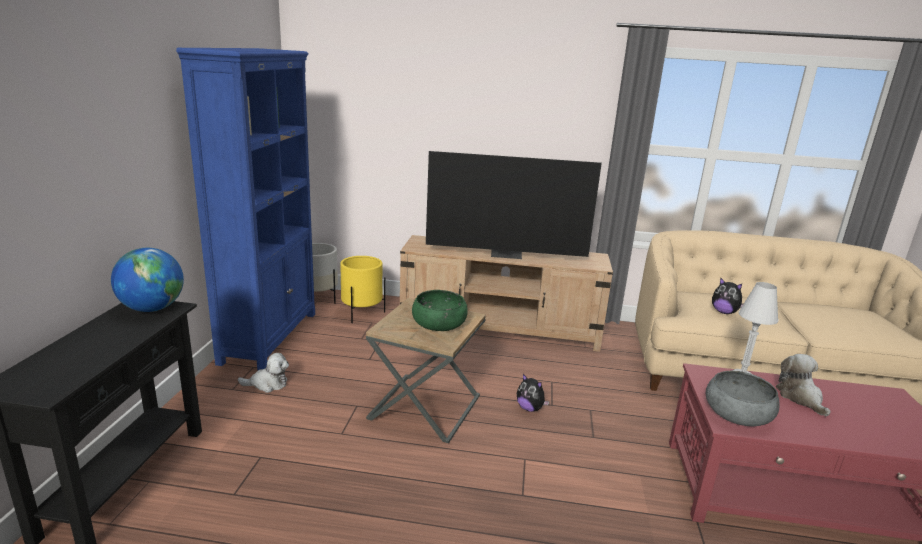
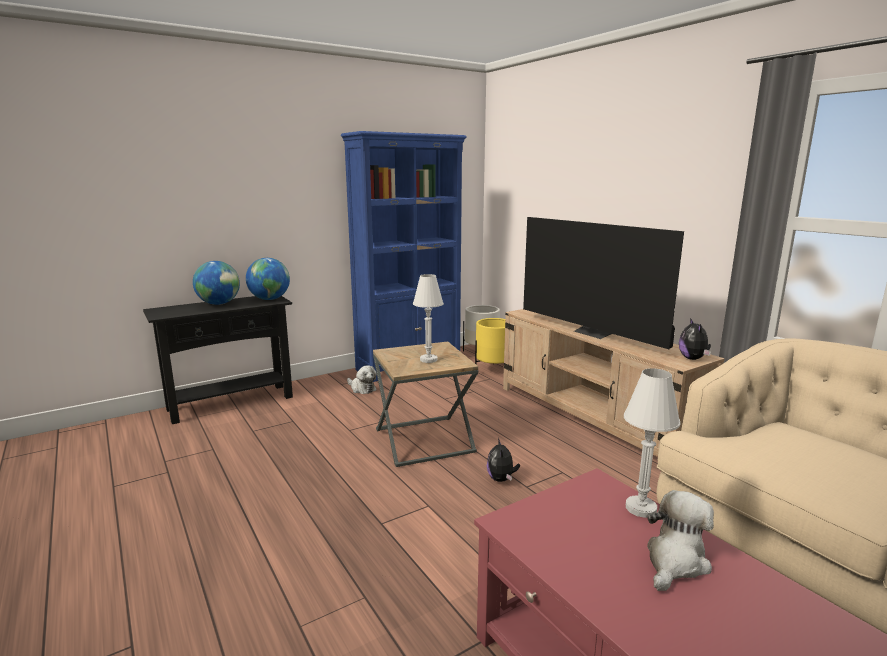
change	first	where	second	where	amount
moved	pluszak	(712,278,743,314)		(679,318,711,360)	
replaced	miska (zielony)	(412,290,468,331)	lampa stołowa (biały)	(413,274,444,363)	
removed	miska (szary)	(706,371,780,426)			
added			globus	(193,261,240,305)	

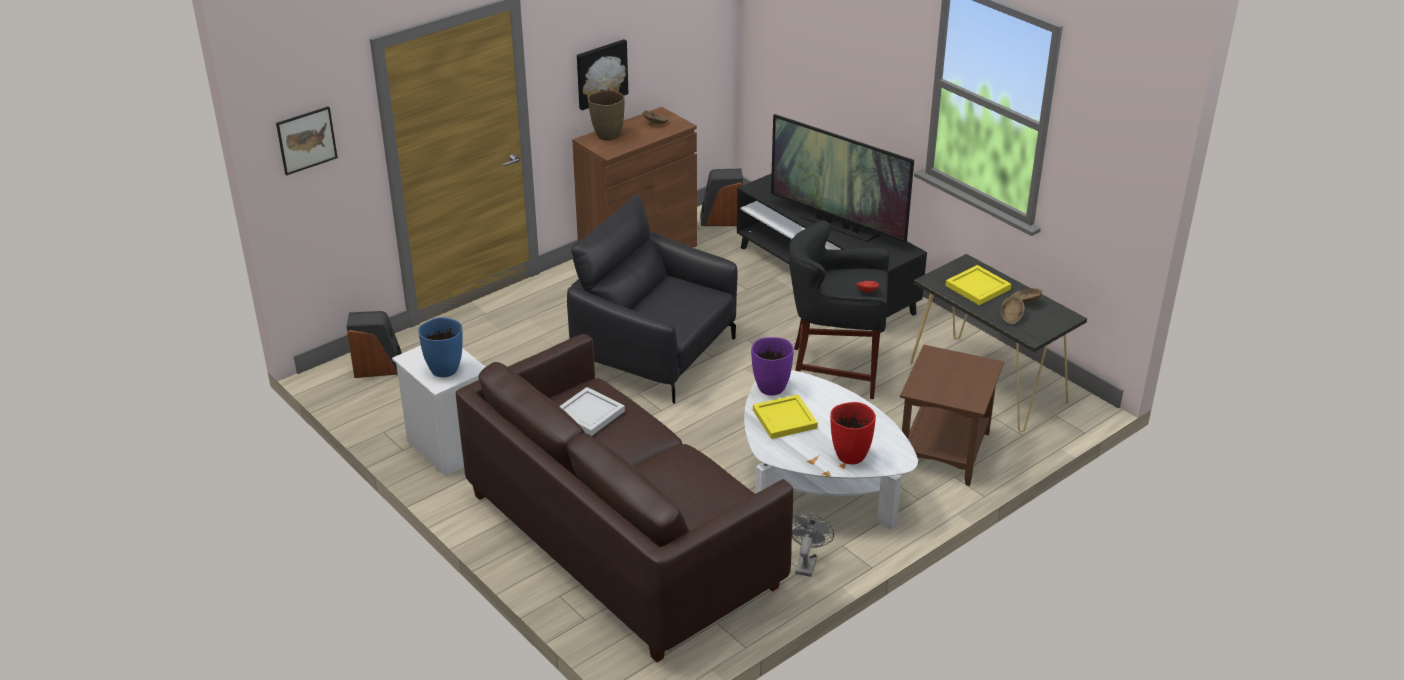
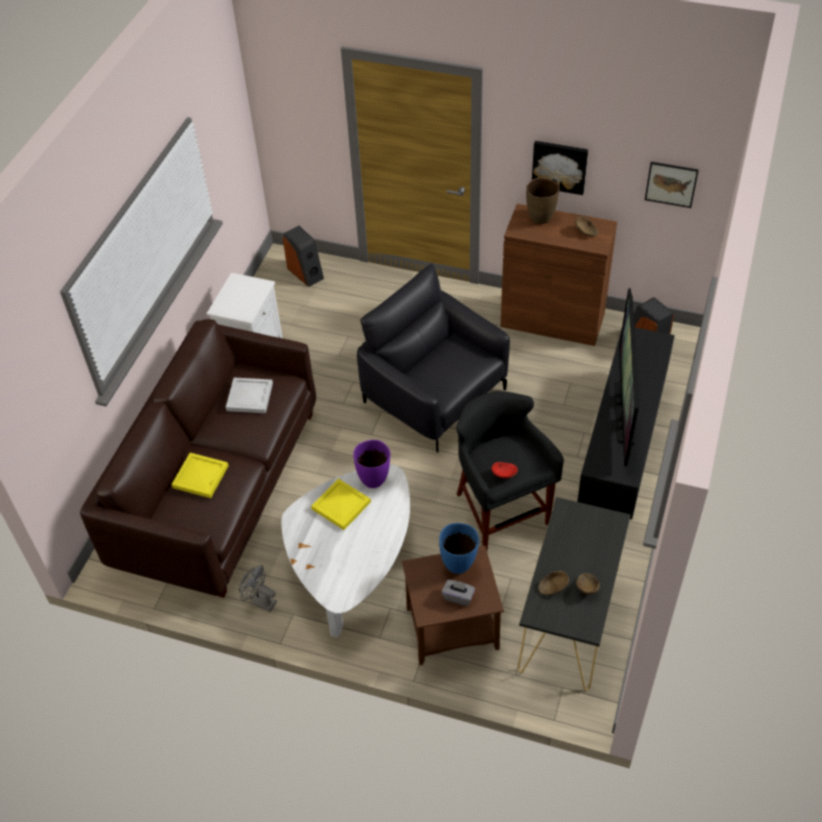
change	first	where	second	where	amount
moved	obraz	(276,106,338,176)		(645,162,699,208)	
turned	fotel (czarny)	(567,193,738,403)		(357,263,510,453)	45 degrees counterclockwise
moved	taca (żółty)	(945,265,1011,305)		(171,453,229,498)	
moved	wazon (niebieski)	(418,317,463,377)		(439,523,479,574)	
removed	wazon (czerwony)	(830,402,876,464)			
turned	wentylator (szary)	(792,514,834,577)		(239,565,277,612)	135 degrees counterclockwise
added			pudełko chusteczek (szary)	(441,580,475,606)	

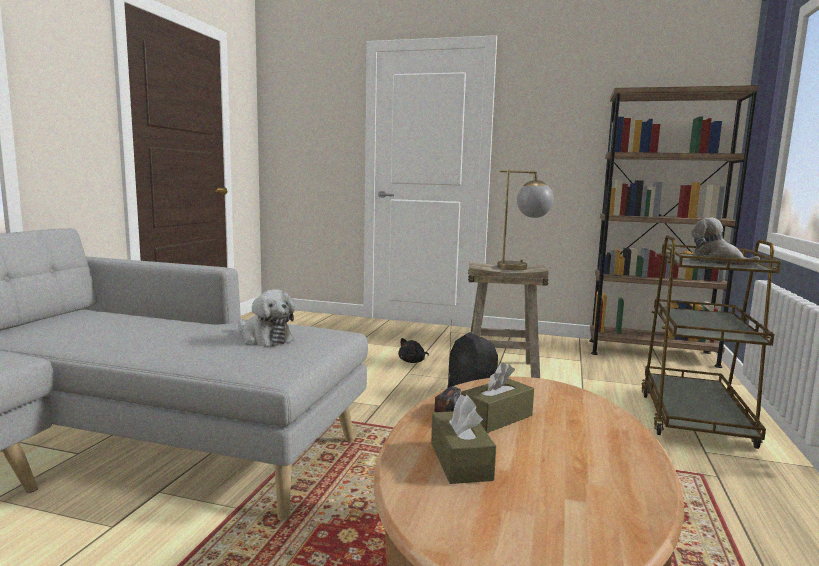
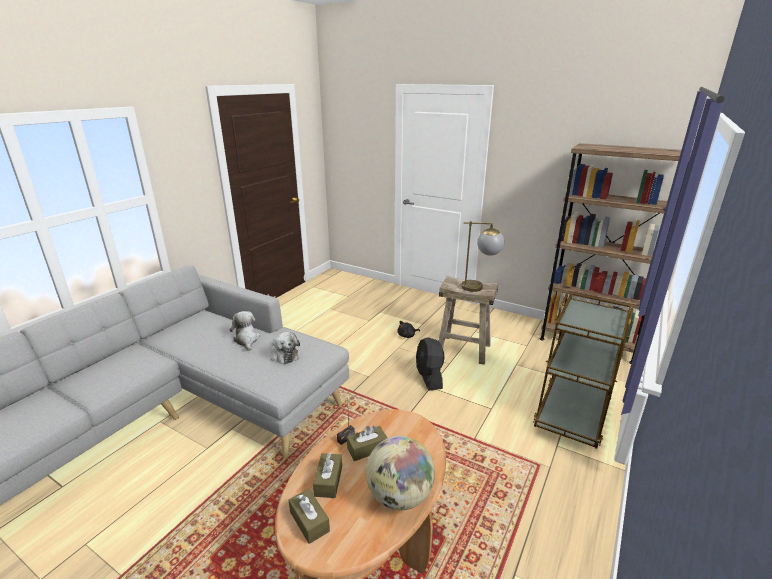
change	first	where	second	where	amount
moved	pluszak	(689,218,760,266)		(230,311,260,351)	
added			globus	(366,436,435,510)	
added			pudełko chusteczek (brązowy)	(289,489,330,544)	

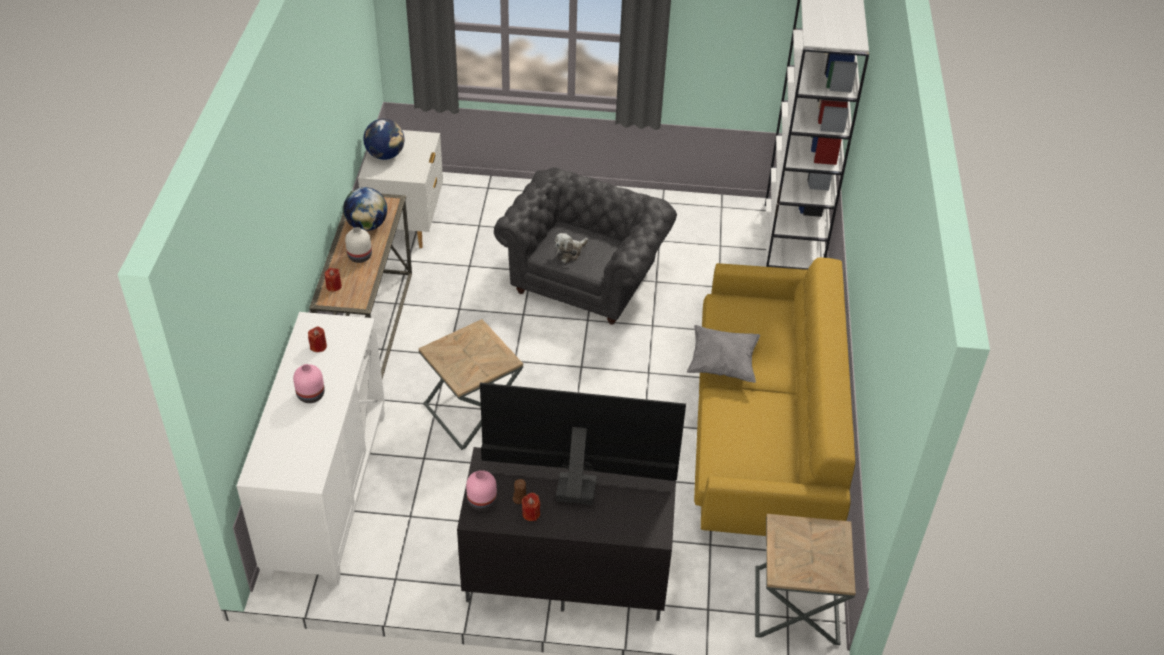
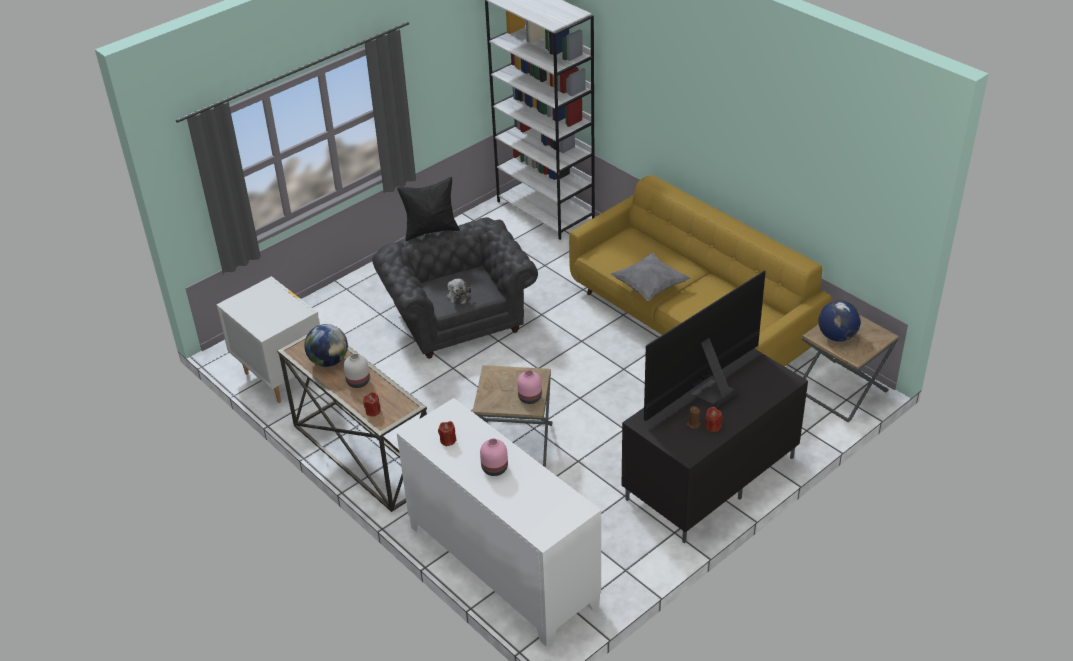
change	first	where	second	where	amount
moved	globus	(363,119,404,160)		(819,300,861,342)	
moved	wazon (różowy)	(466,470,497,511)		(517,370,542,404)	
added			poduszka (czarny)	(397,177,460,241)	

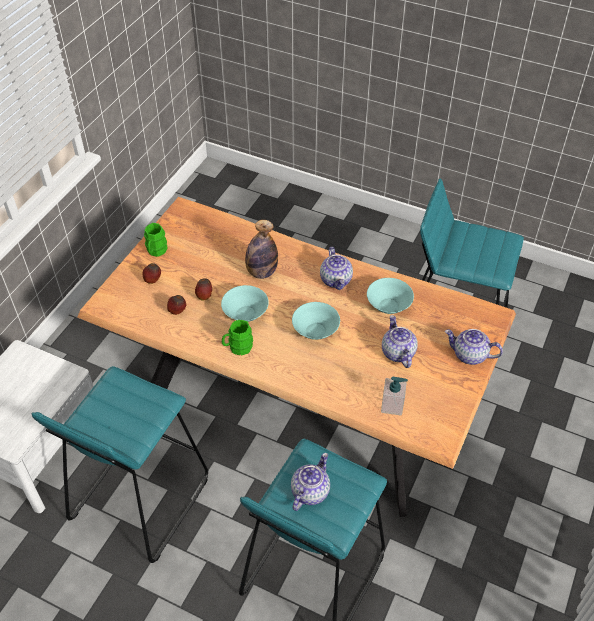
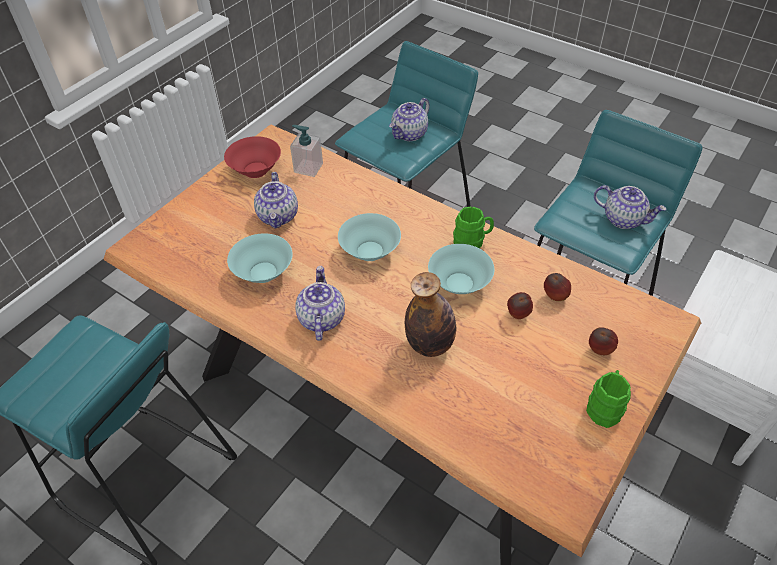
change	first	where	second	where	amount
moved	imbryk	(445,329,503,365)		(594,185,666,229)	
added			miska (czerwony)	(224,136,281,178)	

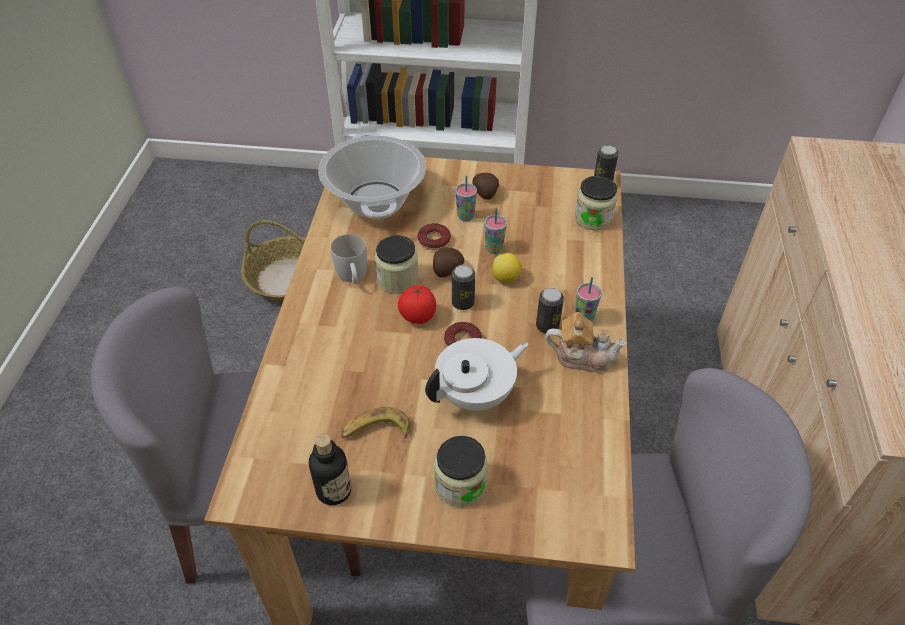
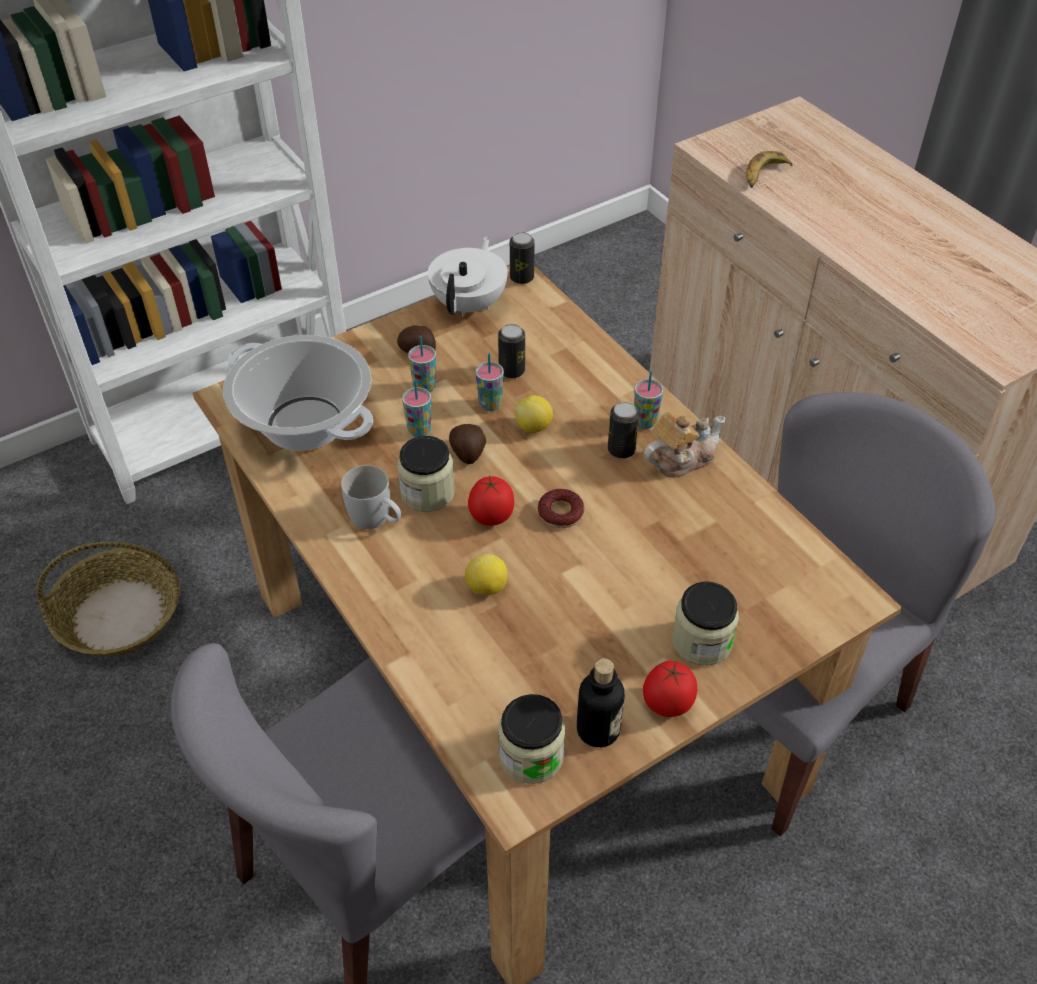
change	first	where	second	where	amount
moved	słoik	(574,176,617,230)		(498,694,565,784)	
replaced	donut	(418,223,451,250)	filiżanka	(402,379,431,437)	
moved	puszka	(452,265,475,310)		(498,324,525,378)	
moved	imbryk (biały)	(425,338,529,411)		(428,236,508,317)	
moved	banan	(341,407,410,439)		(746,151,792,188)	
added			cytryna	(465,554,507,595)	
added			pomidor	(643,661,697,717)	

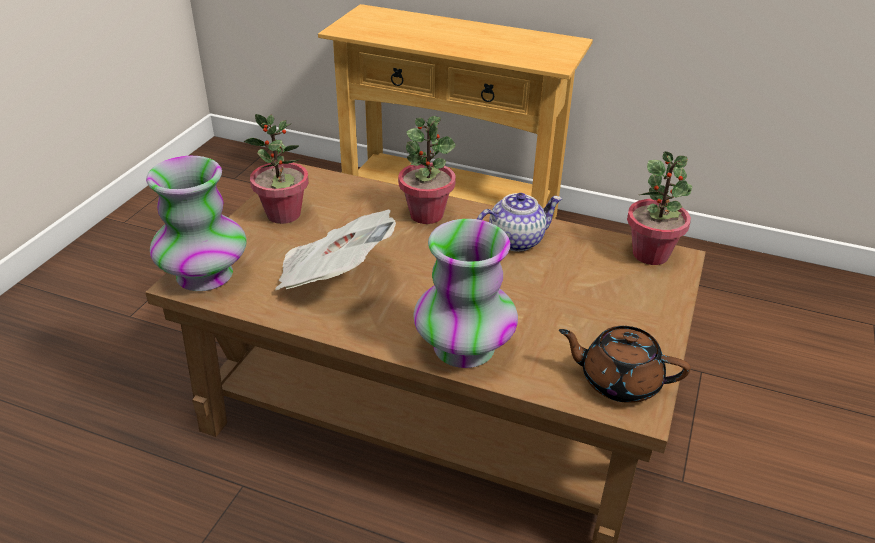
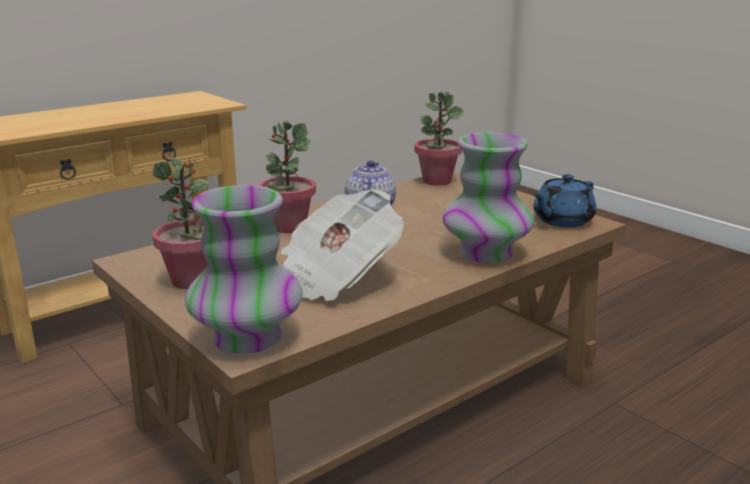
change	first	where	second	where	amount
recoloured	imbryk (brązowy)	(559,326,690,403)	imbryk (niebieski)	(533,174,596,227)	

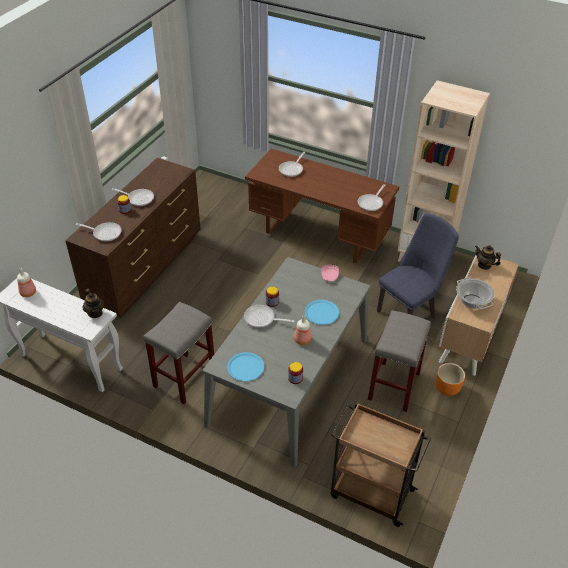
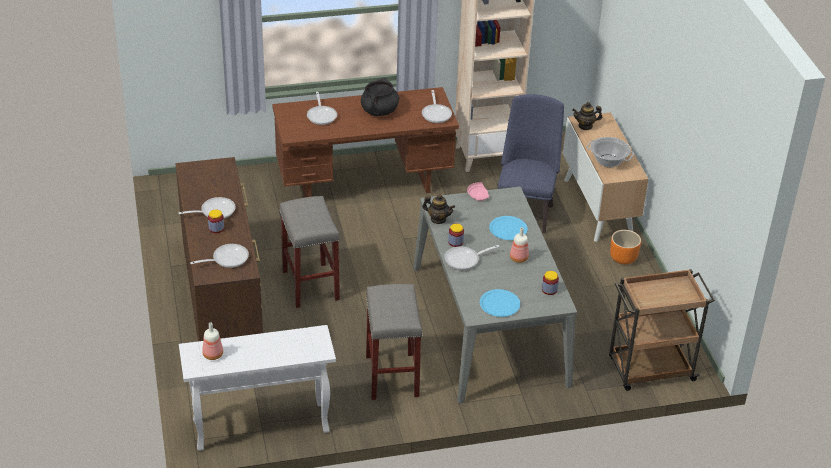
change	first	where	second	where	amount
moved	imbryk	(83,289,104,318)		(422,194,455,224)	
moved	stołek (szary)	(368,310,431,412)		(279,196,340,308)	
added			garnek (czarny)	(361,78,399,116)	

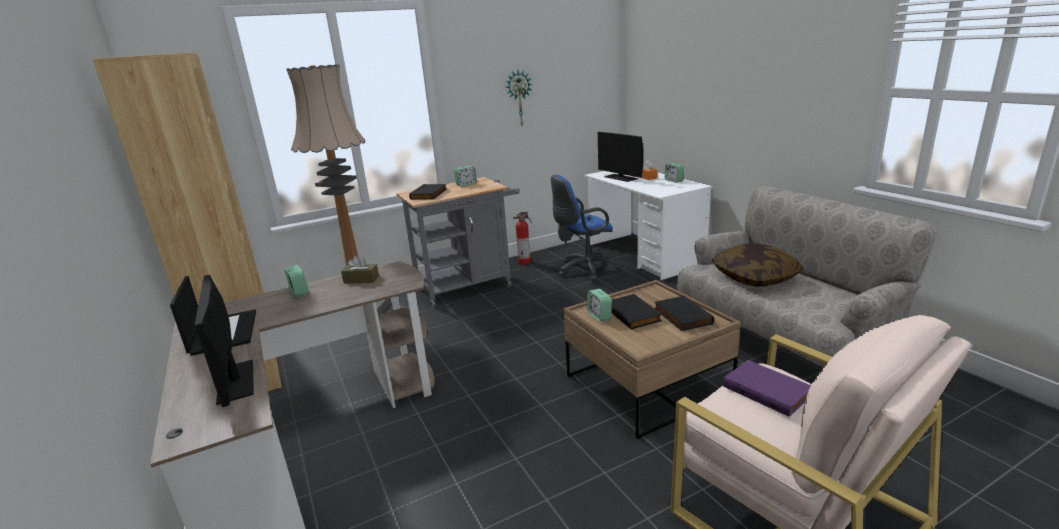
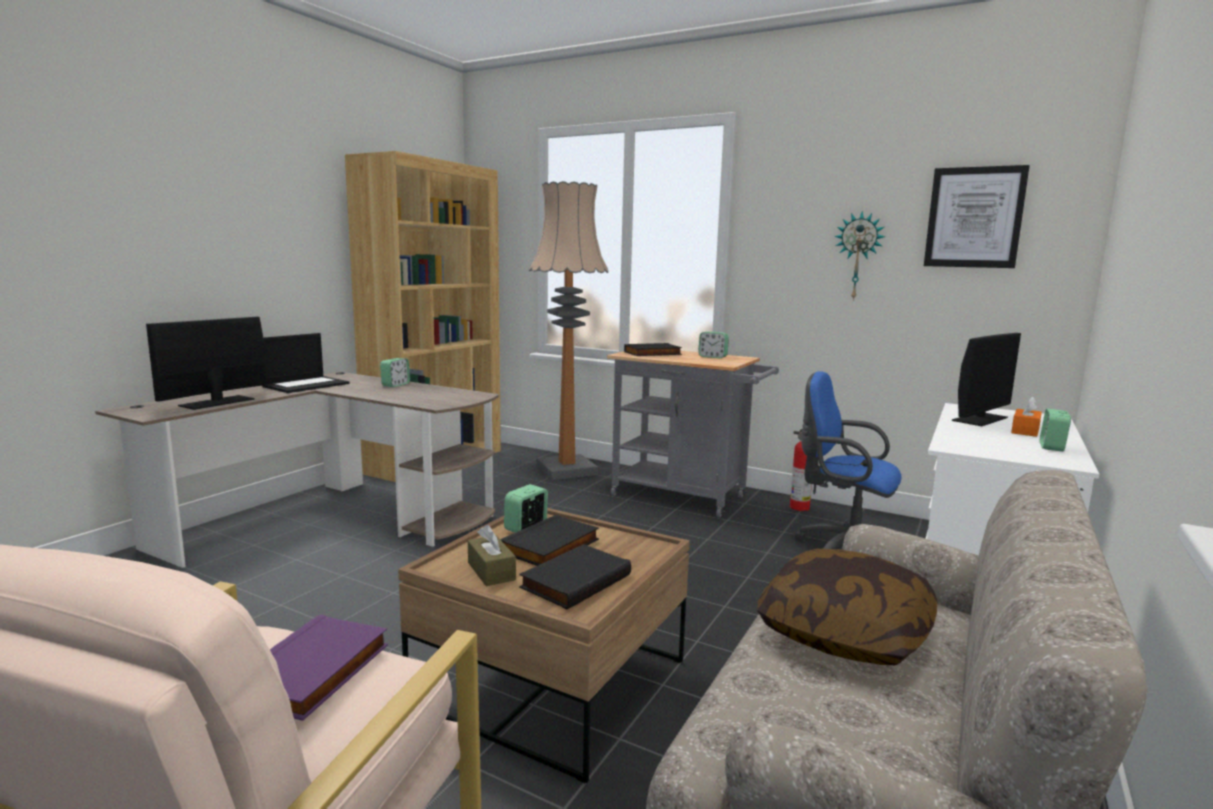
change	first	where	second	where	amount
turned	monitor	(598,132,643,182)		(952,333,1021,426)	150 degrees counterclockwise
moved	pudełko chusteczek (brązowy)	(341,256,379,284)		(468,525,516,586)	
added			obraz	(924,165,1030,268)	

